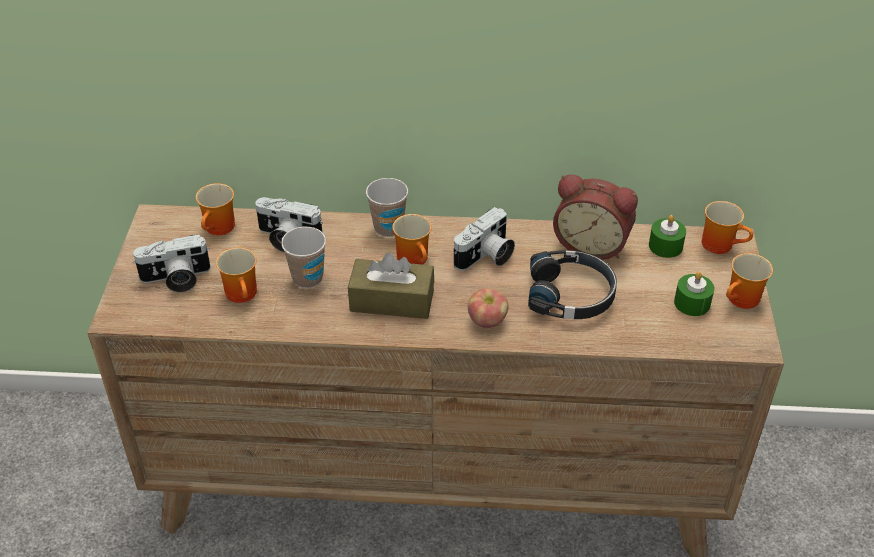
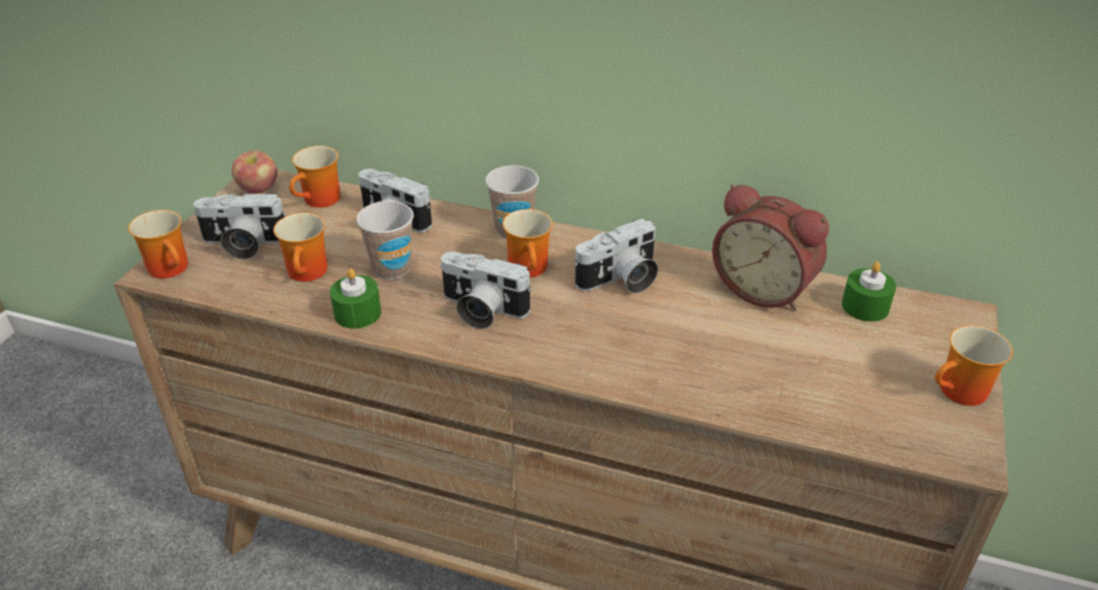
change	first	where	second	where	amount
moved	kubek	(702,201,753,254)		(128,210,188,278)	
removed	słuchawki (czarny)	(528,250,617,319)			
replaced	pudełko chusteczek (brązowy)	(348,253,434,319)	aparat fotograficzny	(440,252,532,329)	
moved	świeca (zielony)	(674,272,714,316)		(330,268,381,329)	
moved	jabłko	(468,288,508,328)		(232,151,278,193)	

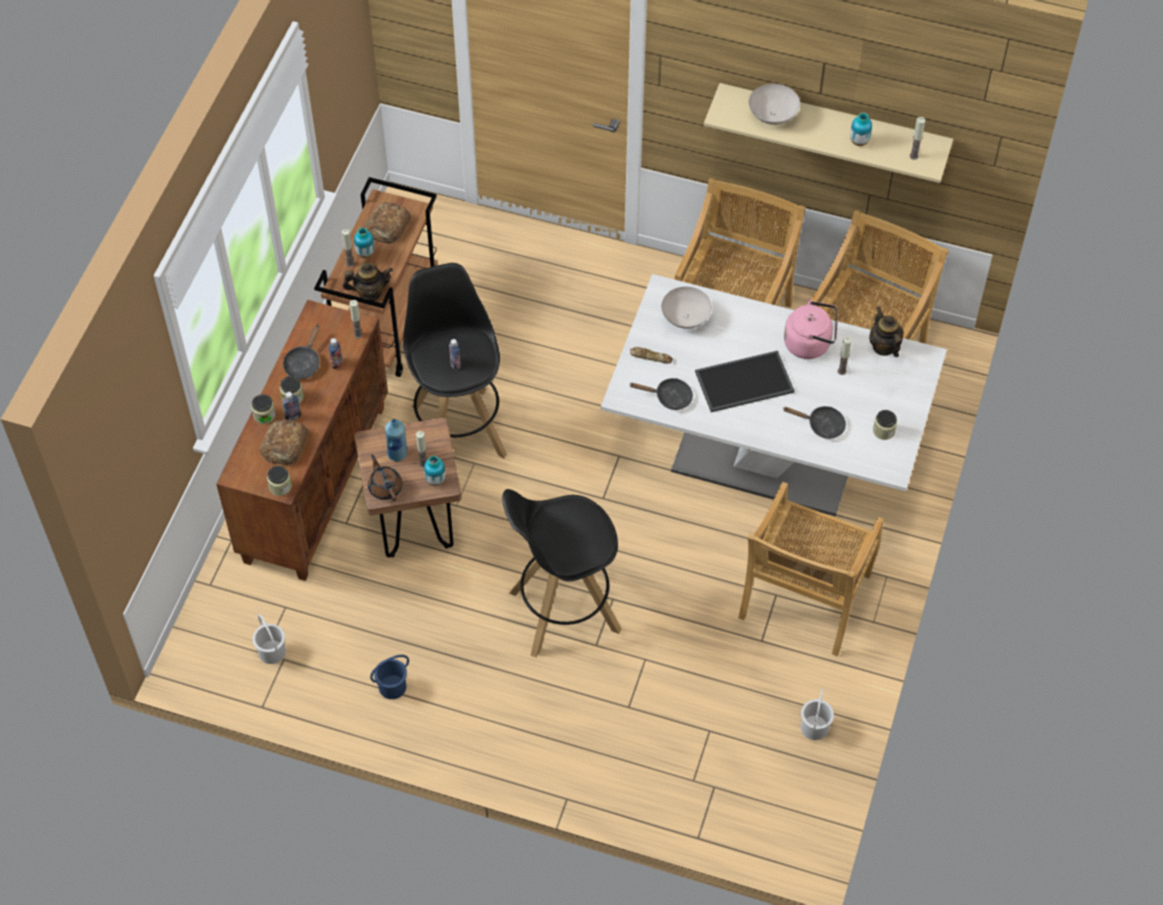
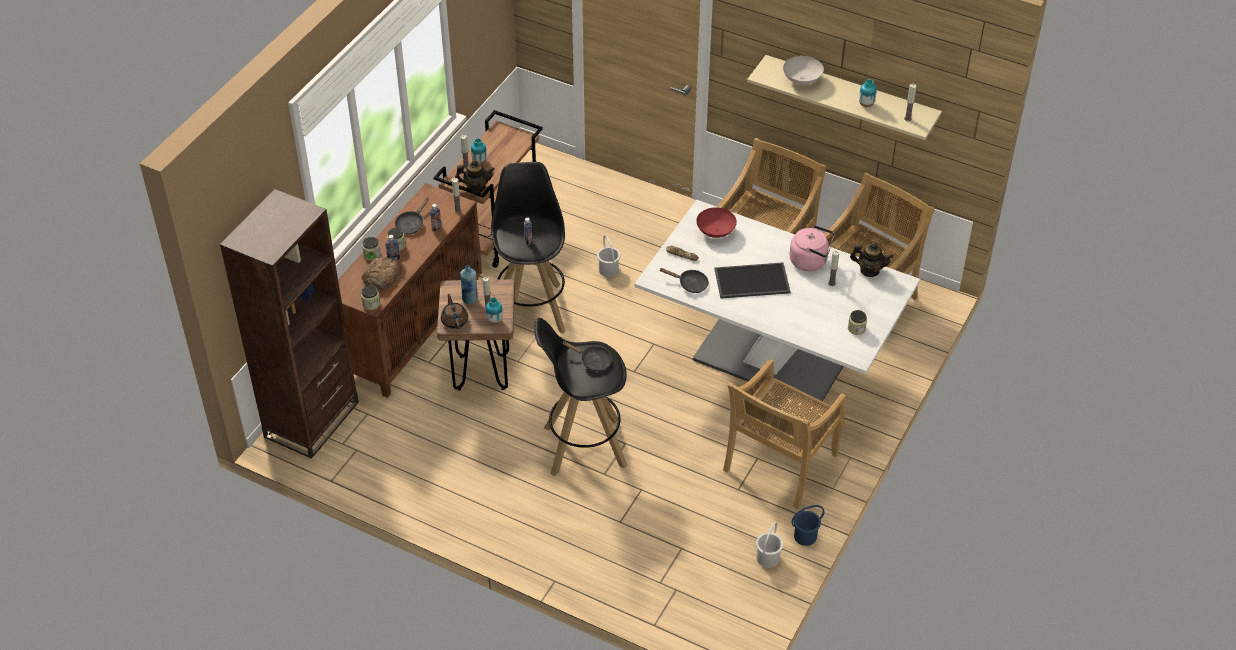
change	first	where	second	where	amount
removed	chleb	(364,202,411,244)			
recoloured	miska (biały)	(661,287,712,329)	miska (czerwony)	(696,208,737,238)	
turned	imbryk	(869,307,904,357)		(850,243,893,277)	120 degrees clockwise
moved	patelnia (czarny)	(783,406,846,439)		(562,341,612,371)	
moved	wiadro (biały)	(253,614,286,664)		(597,235,621,277)	
moved	wiadro (niebieski)	(370,655,409,699)		(792,505,824,546)	
added			regał (brązowy)	(220,189,359,459)	

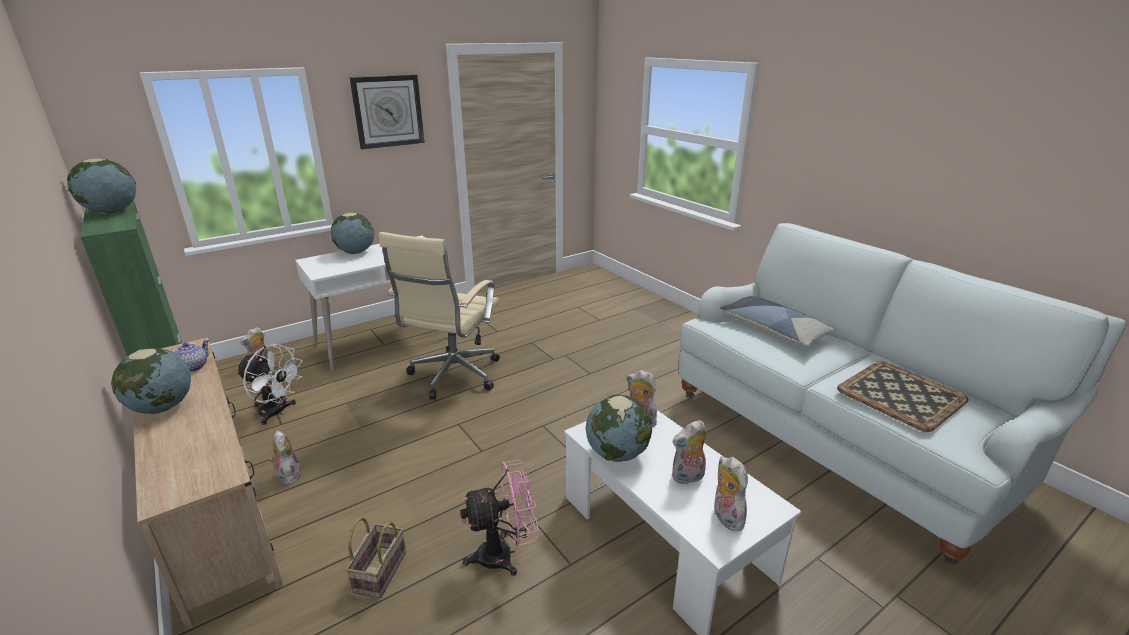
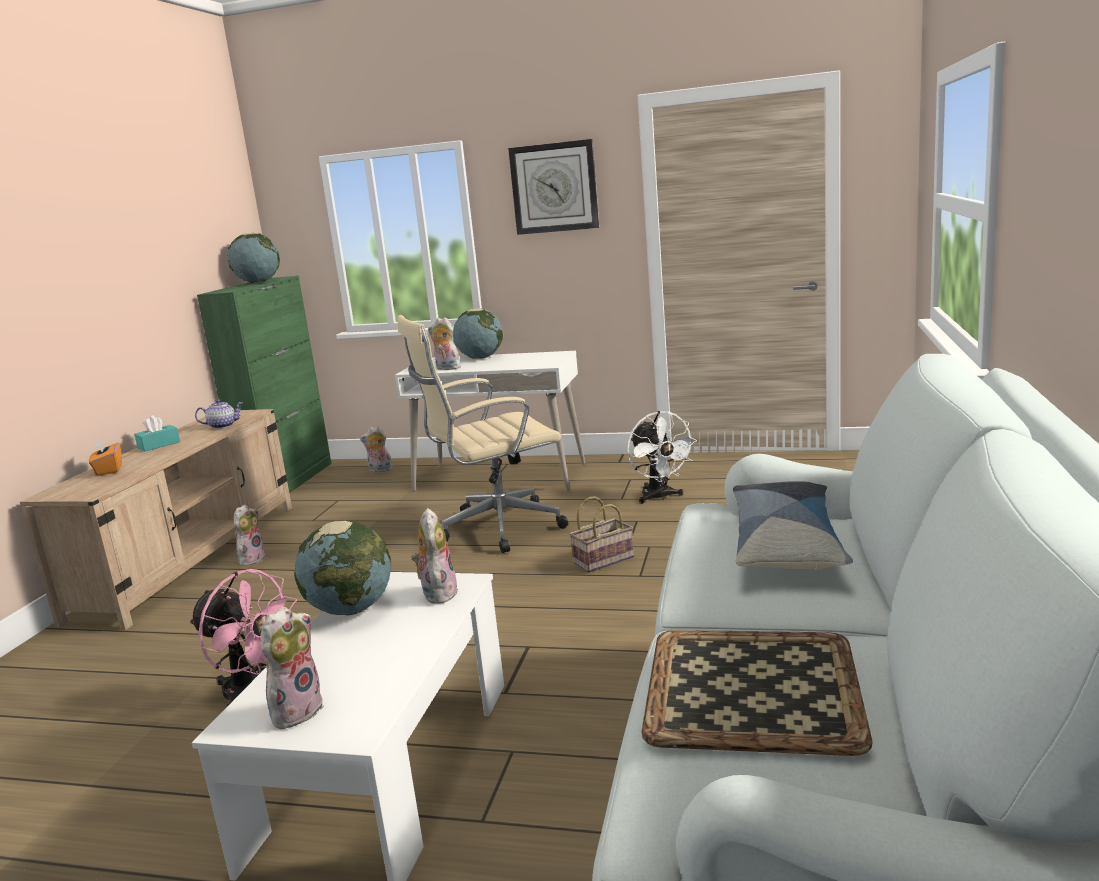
change	first	where	second	where	amount
moved	wentylator (biały)	(236,344,303,425)		(627,411,697,504)	
replaced	globus	(111,348,191,414)	pudełko chusteczek (turkusowy)	(134,415,180,452)	
moved	pluszak	(672,420,706,484)		(428,317,461,370)	
moved	koszyk	(346,517,406,598)		(569,496,634,573)	
added			pudełko chusteczek (pomarańczowy)	(89,439,122,476)	

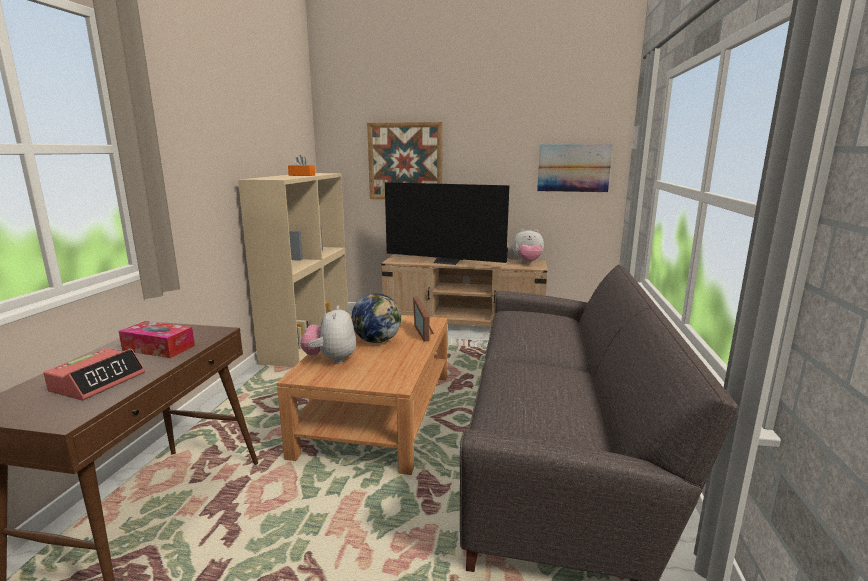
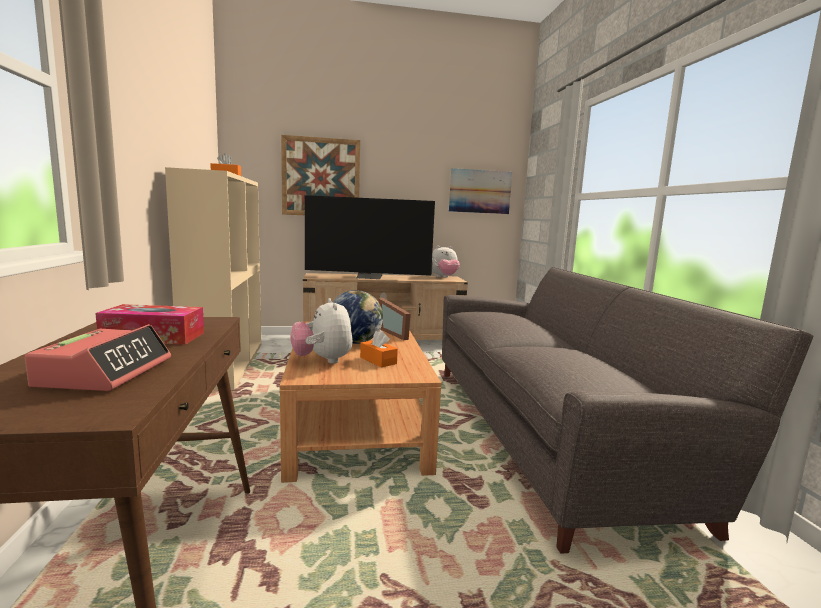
change	first	where	second	where	amount
added			pudełko chusteczek (pomarańczowy)	(360,330,398,367)	

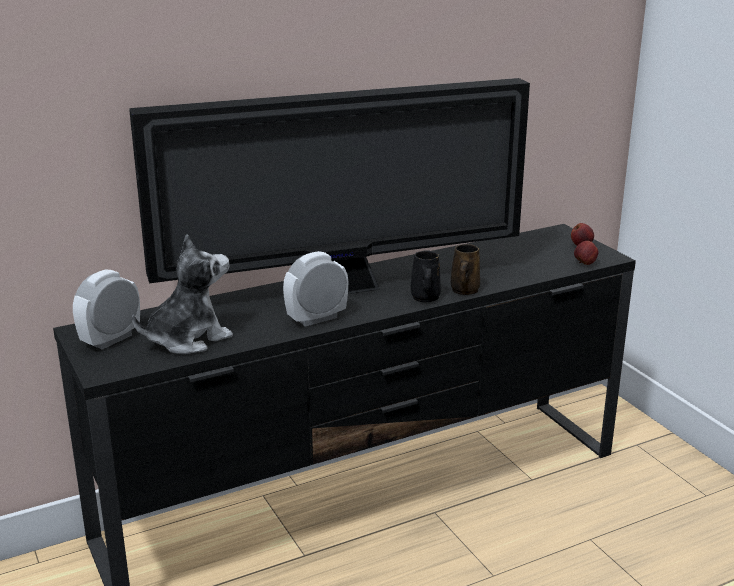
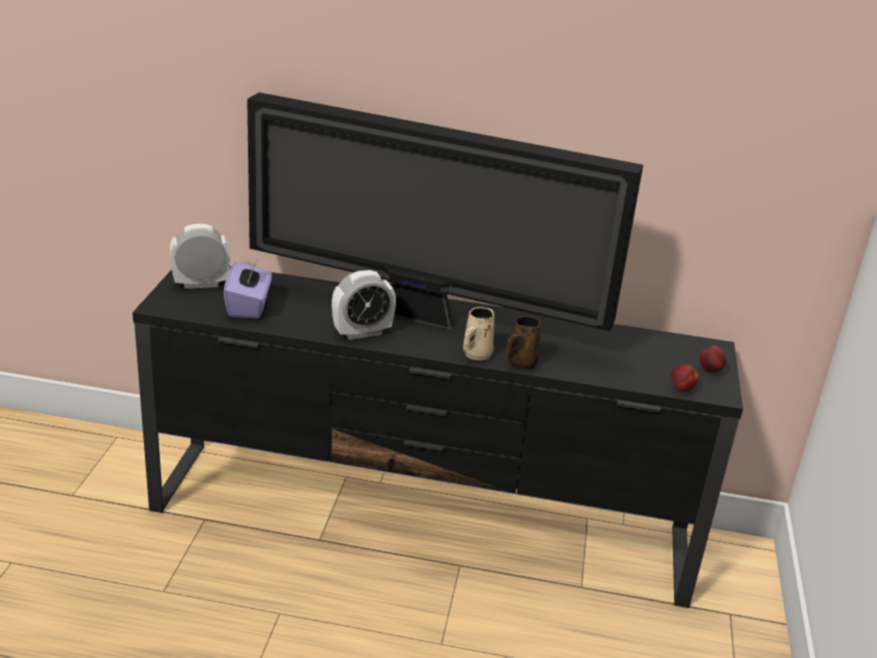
change	first	where	second	where	amount
replaced	pluszak	(132,234,233,354)	pudełko chusteczek (fioletowy)	(224,260,272,319)	
recoloured	kubek (czarny)	(411,250,441,302)	kubek (beżowy)	(463,307,494,360)	
turned	budzik	(283,251,348,327)		(332,270,396,340)	150 degrees clockwise

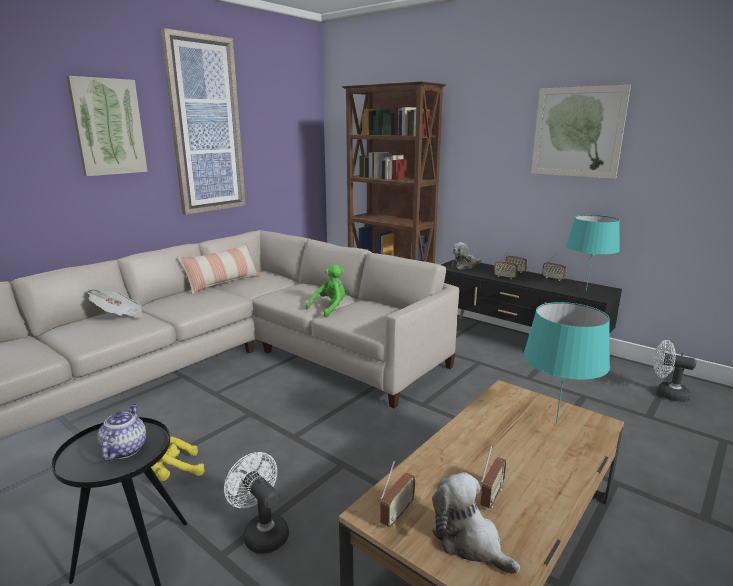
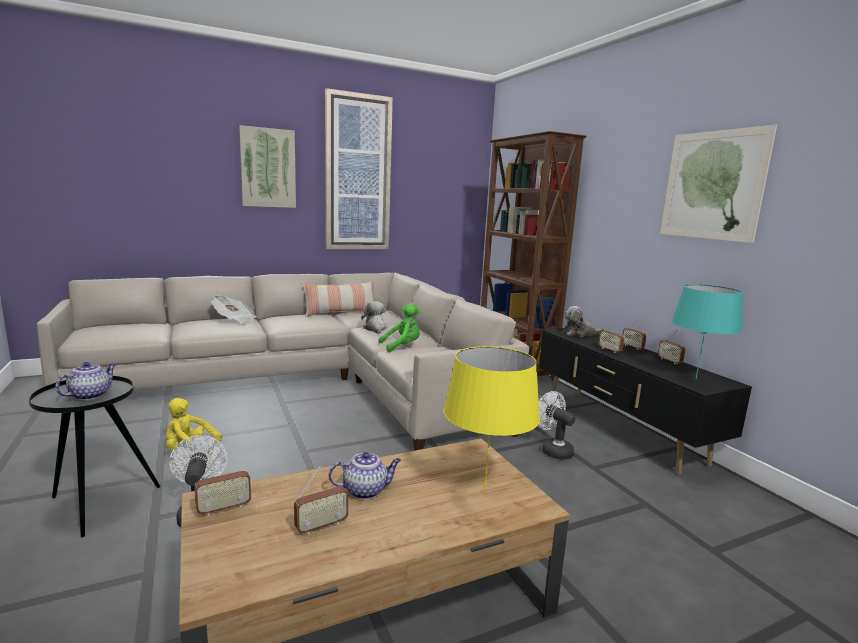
change	first	where	second	where	amount
recoloured	lampa stołowa (turkusowy)	(523,302,610,424)	lampa stołowa (żółty)	(443,346,540,491)	
moved	wentylator (biały)	(653,340,696,402)		(538,391,576,460)	
moved	pluszak	(432,472,520,574)		(361,301,388,334)	
added			imbryk	(329,452,401,499)	

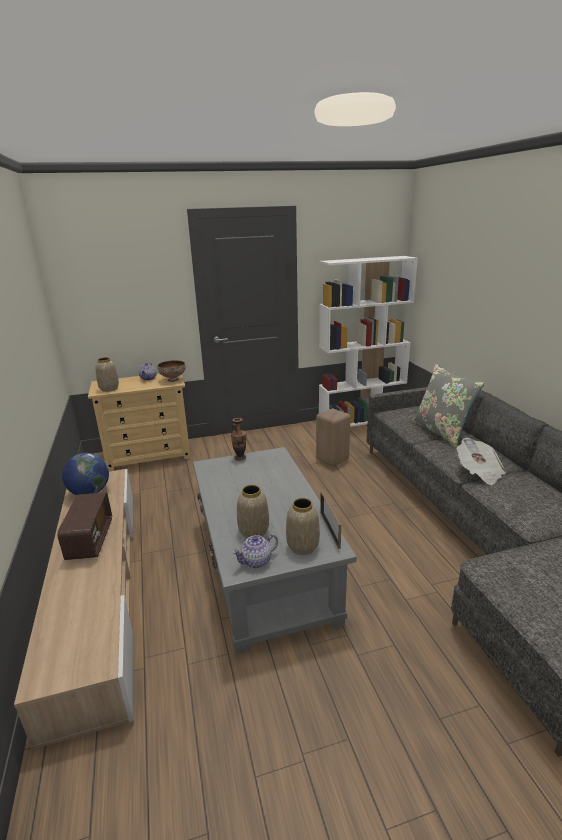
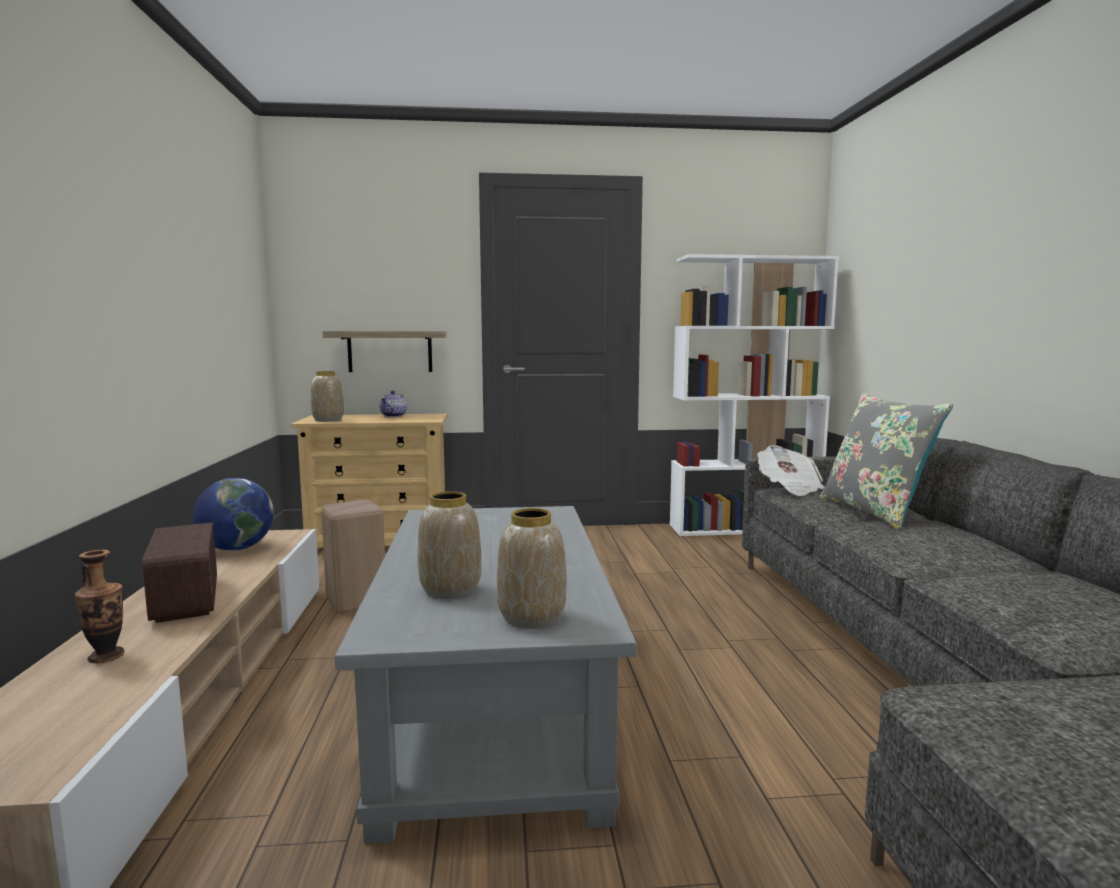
change	first	where	second	where	amount
removed	miska	(157,360,186,382)			
moved	stołek (beżowy)	(316,408,351,466)		(321,499,385,614)	
moved	wazon	(231,418,246,461)		(75,550,124,663)	
moved	gazeta	(457,438,506,485)		(757,445,825,496)	
removed	ramka na zdjęcie	(320,491,341,549)			
turned	radio	(57,492,112,560)		(142,522,217,623)	150 degrees clockwise
removed	imbryk	(232,534,278,568)			
added			półka	(322,331,447,372)	

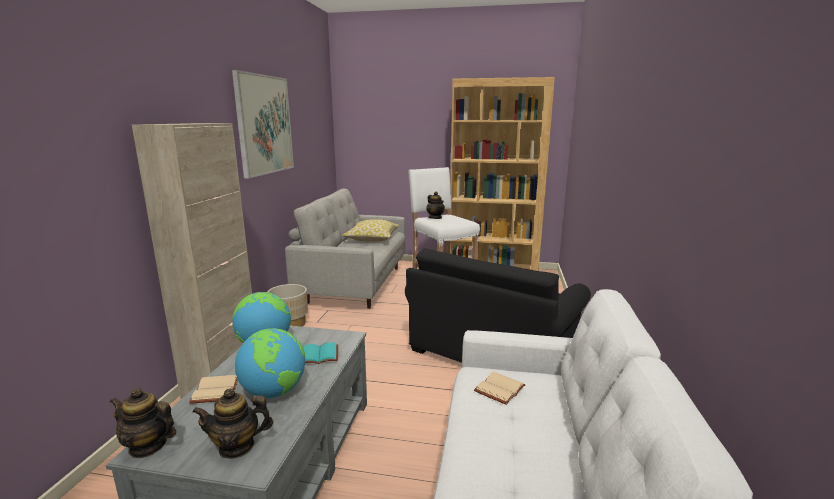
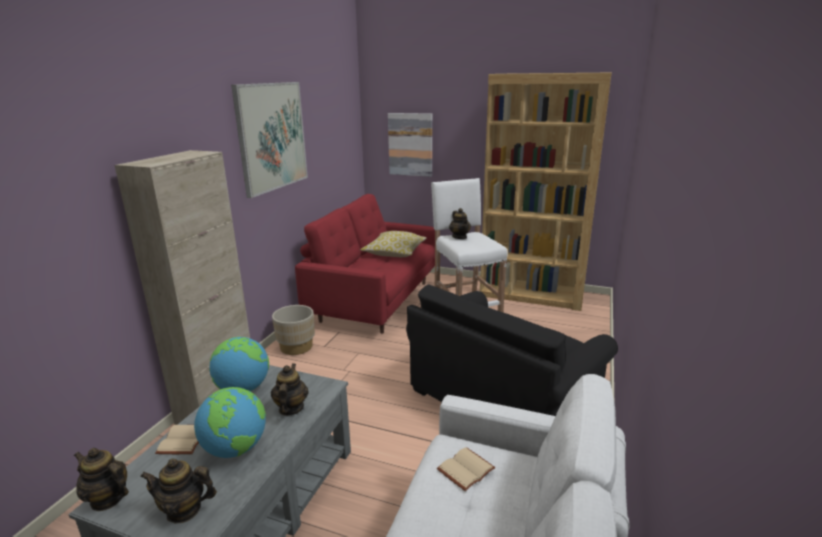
change	first	where	second	where	amount
recoloured	kanapa (szary)	(285,188,405,309)	kanapa (czerwony)	(295,194,435,334)	
replaced	książka (turkusowy)	(303,342,338,364)	imbryk	(271,363,309,416)	
added			obraz	(388,113,432,177)	

